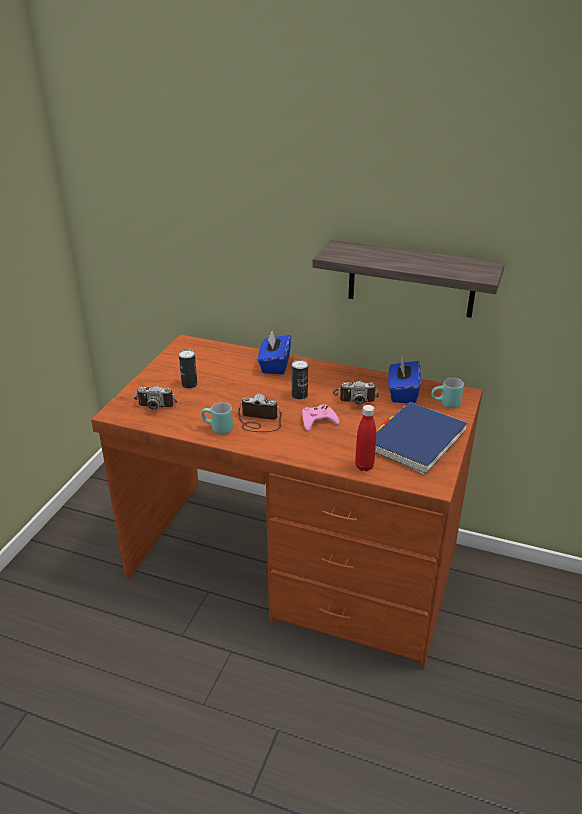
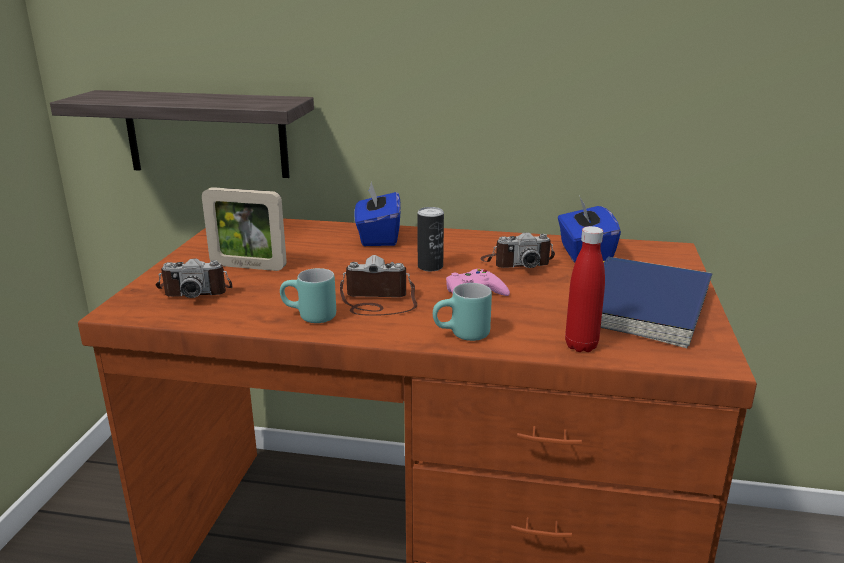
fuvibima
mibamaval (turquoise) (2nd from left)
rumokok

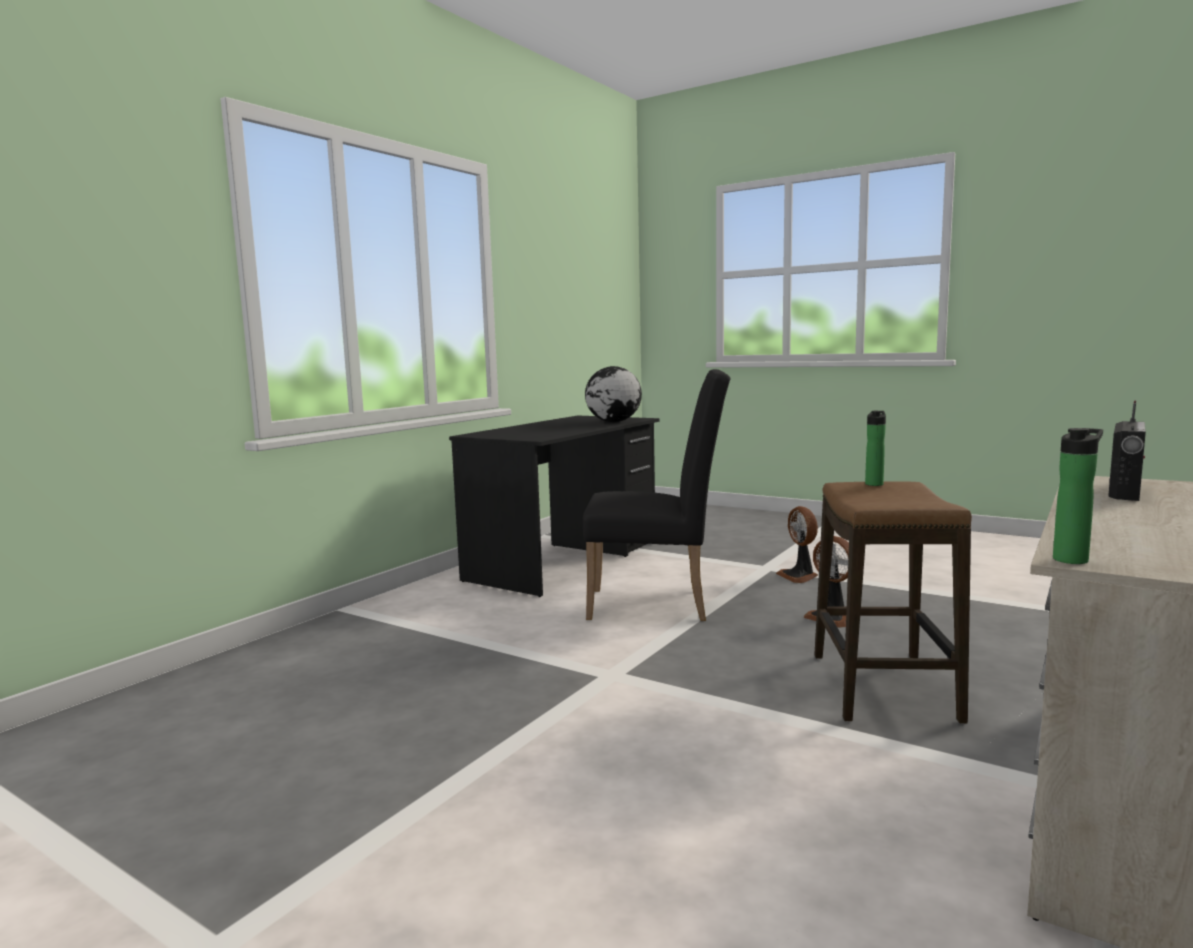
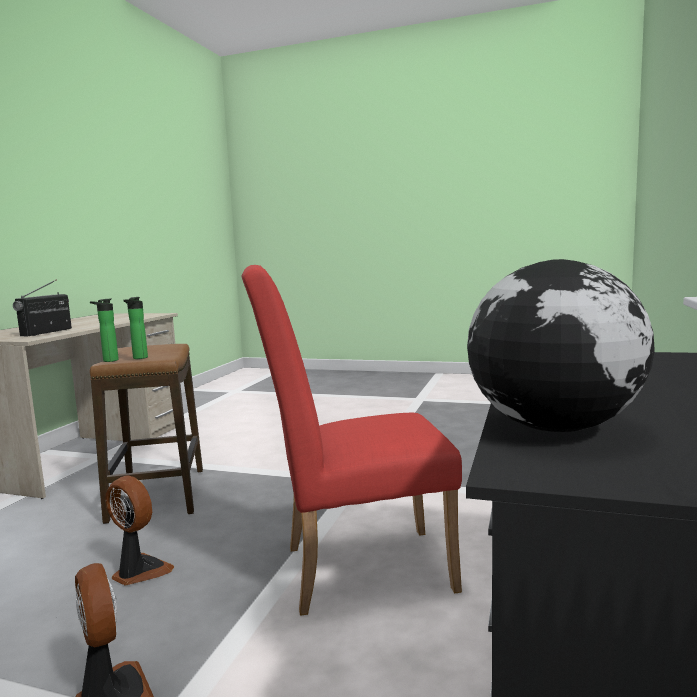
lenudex (1st from left)
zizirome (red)

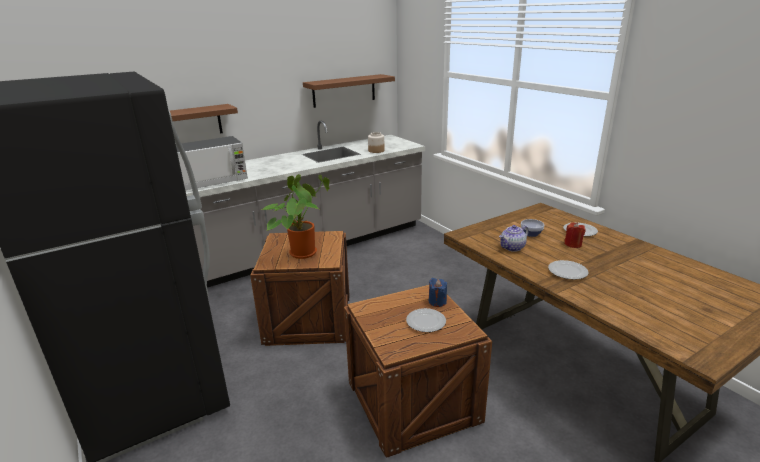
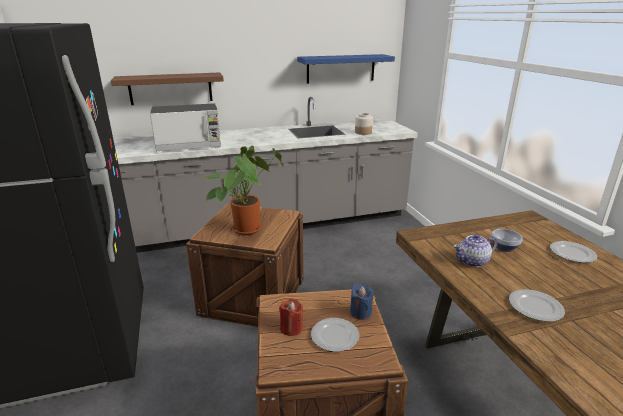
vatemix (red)
fuvibima (blue)

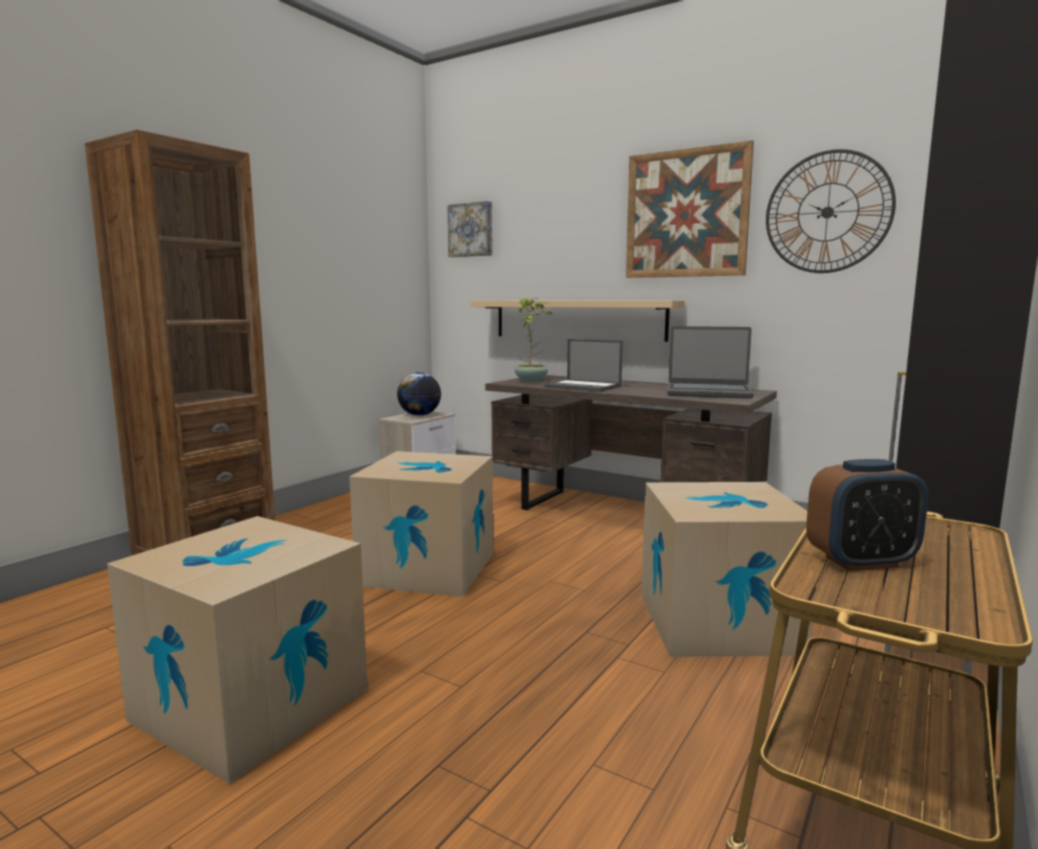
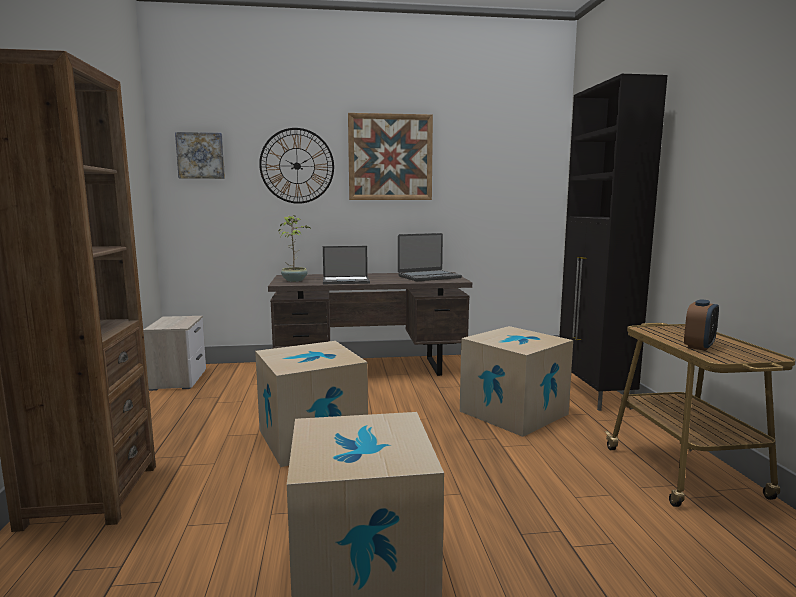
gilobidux
fuvibima (beige)
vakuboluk

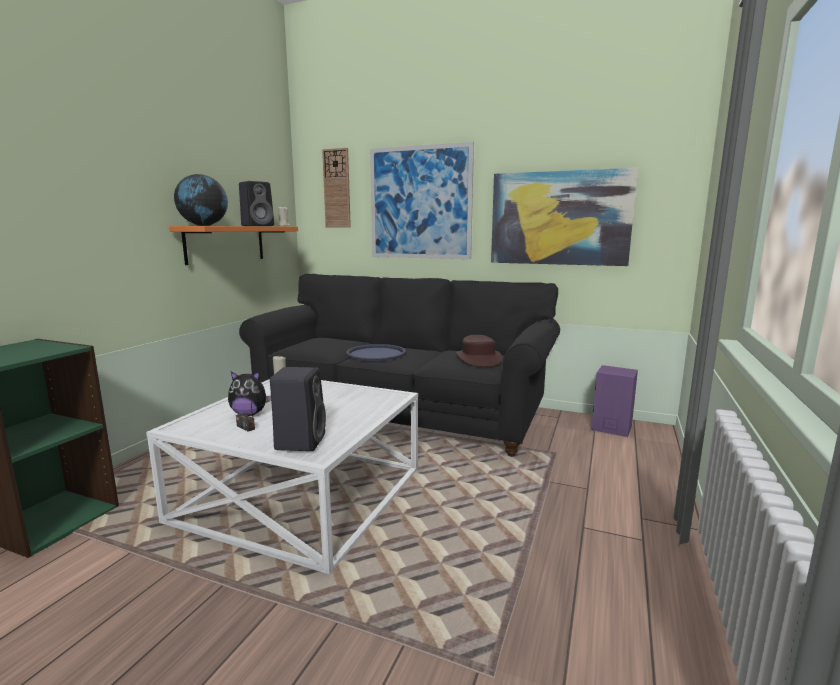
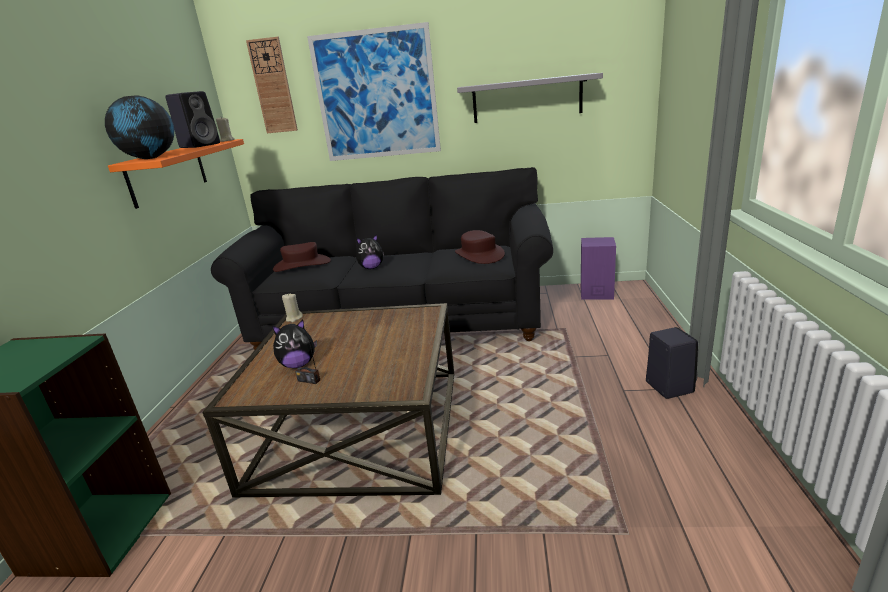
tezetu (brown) (1st from left)
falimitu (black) (2nd from left)
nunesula (2nd from left)
fuvibima (grey)
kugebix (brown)

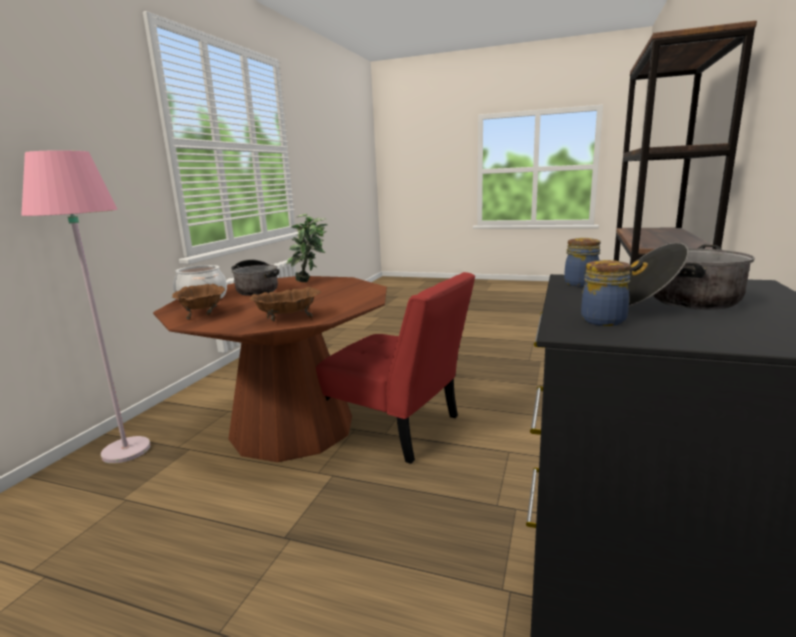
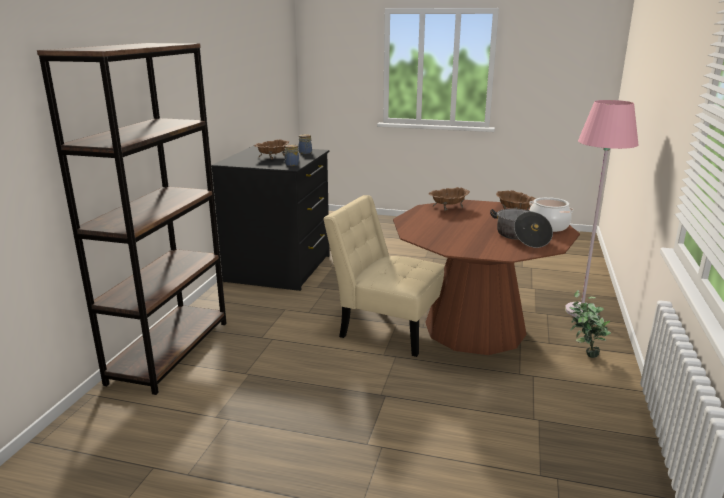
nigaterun
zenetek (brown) (1st from left)
zizirome (beige)

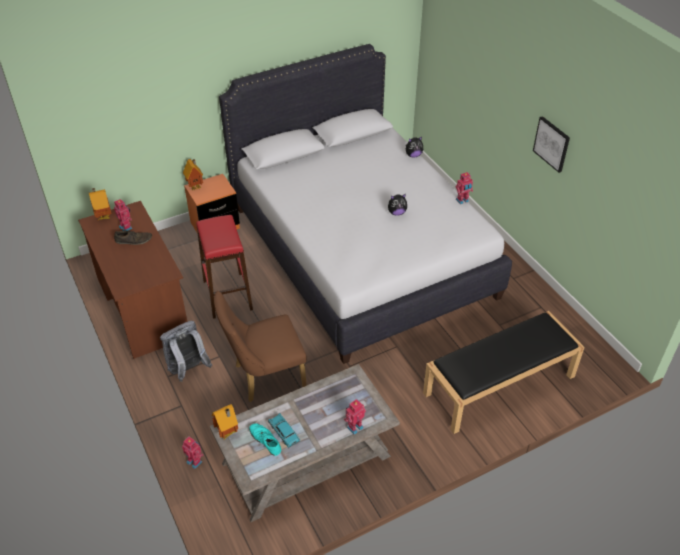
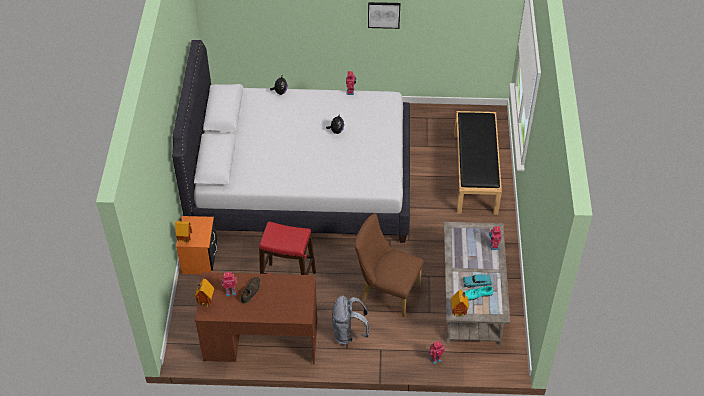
zizirome (brown)

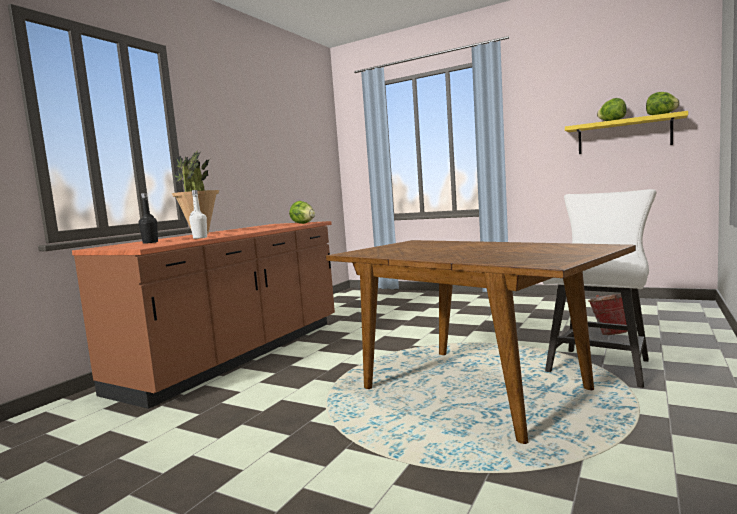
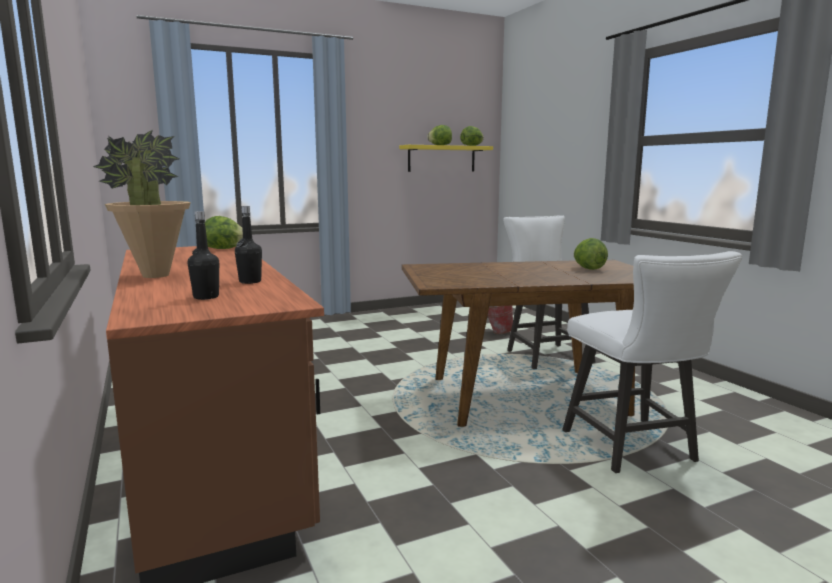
zizirome (white) (2nd from left)
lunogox (4th from left)
lenudex (black) (2nd from left)

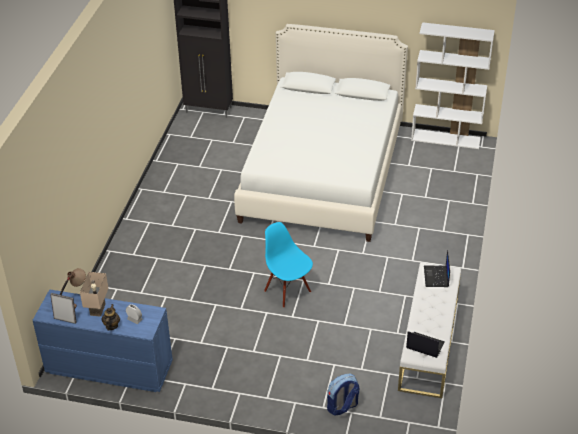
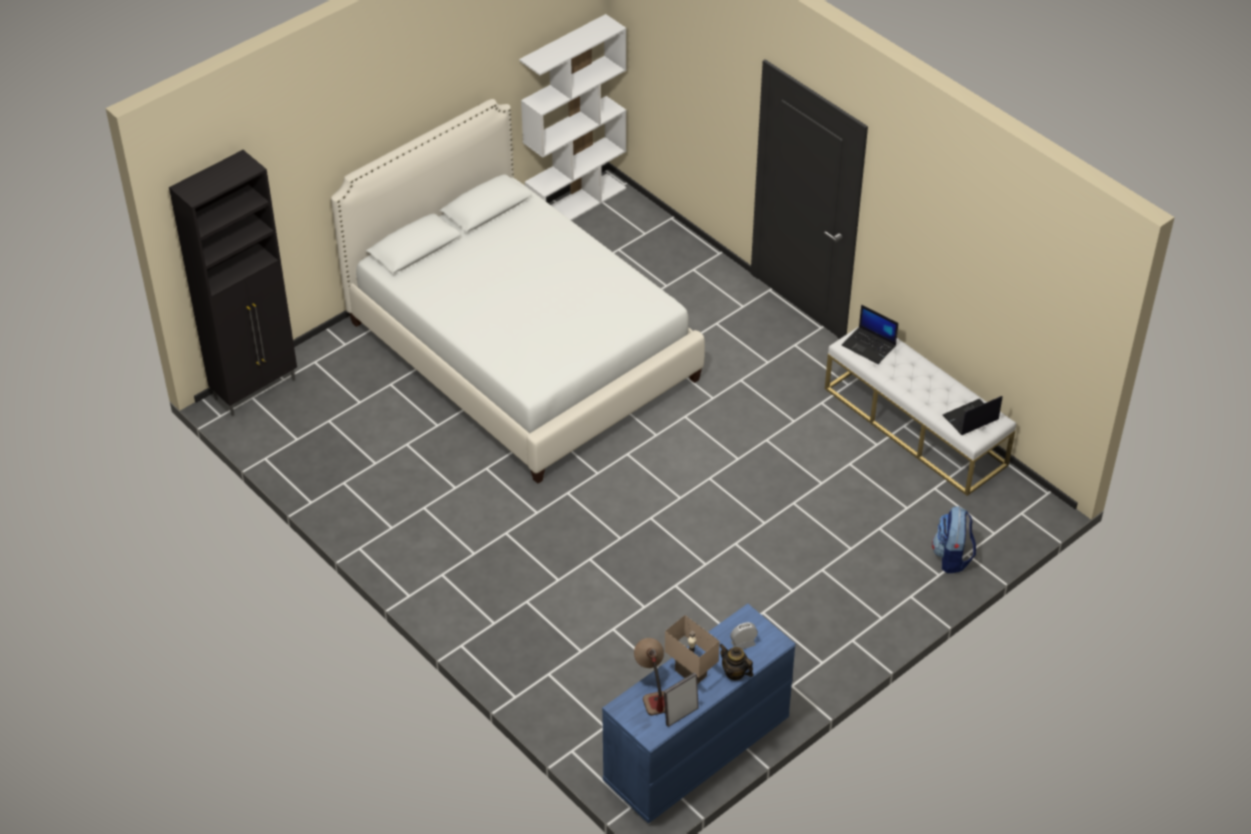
zizirome (blue)

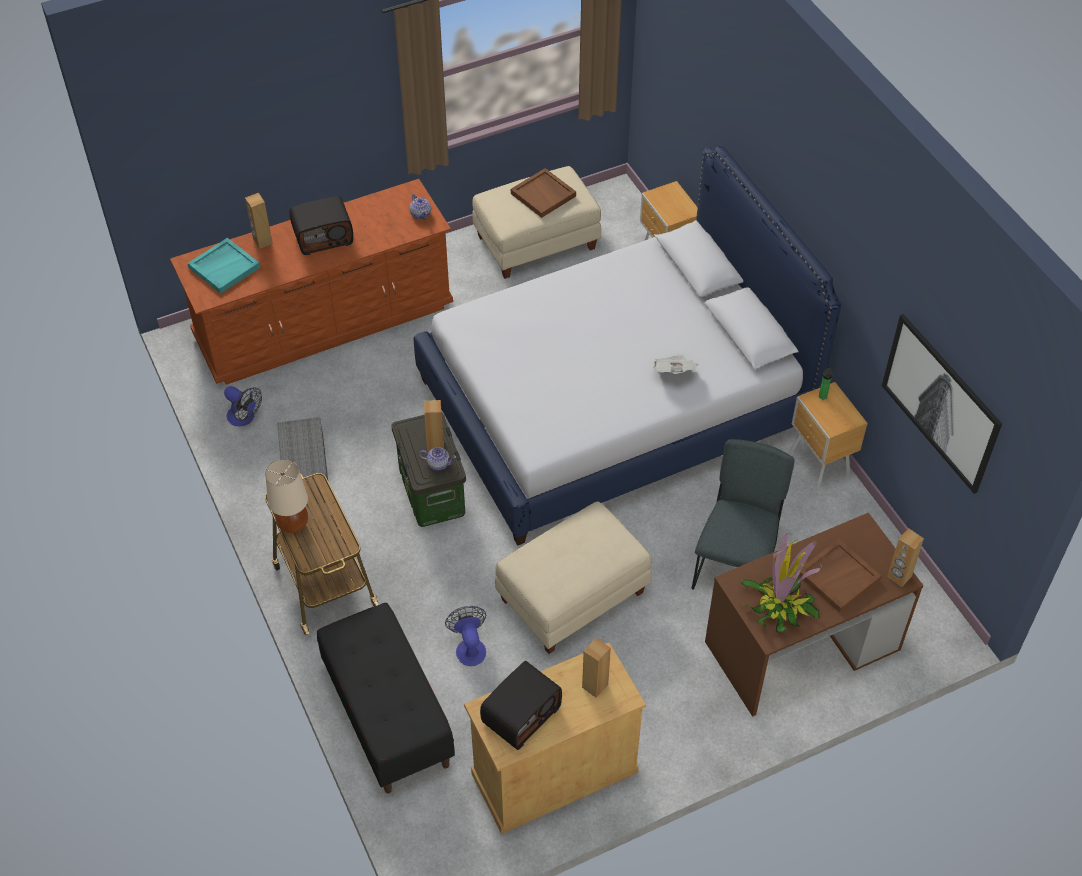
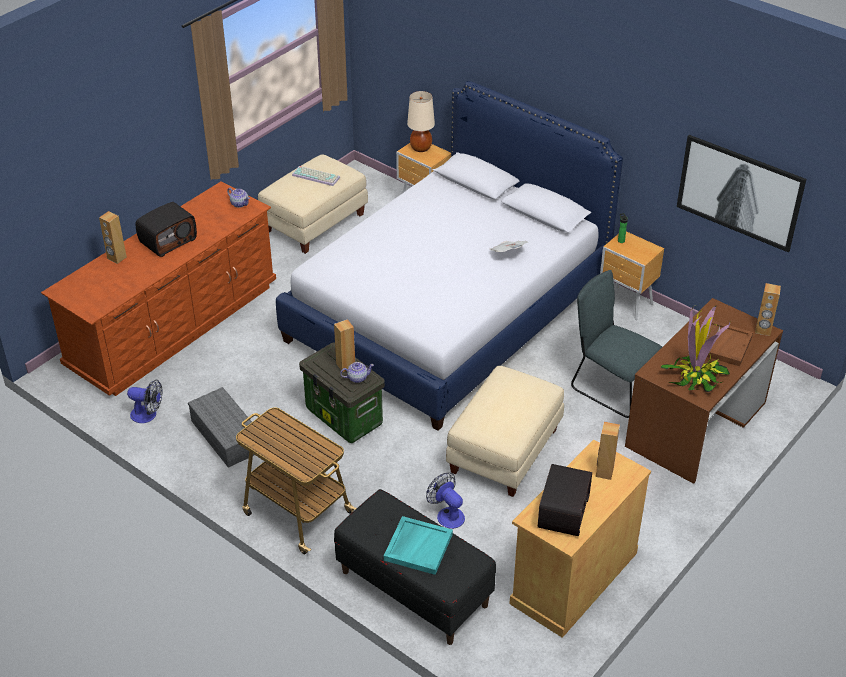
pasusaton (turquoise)
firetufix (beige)
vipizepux
zizirome (grey)

